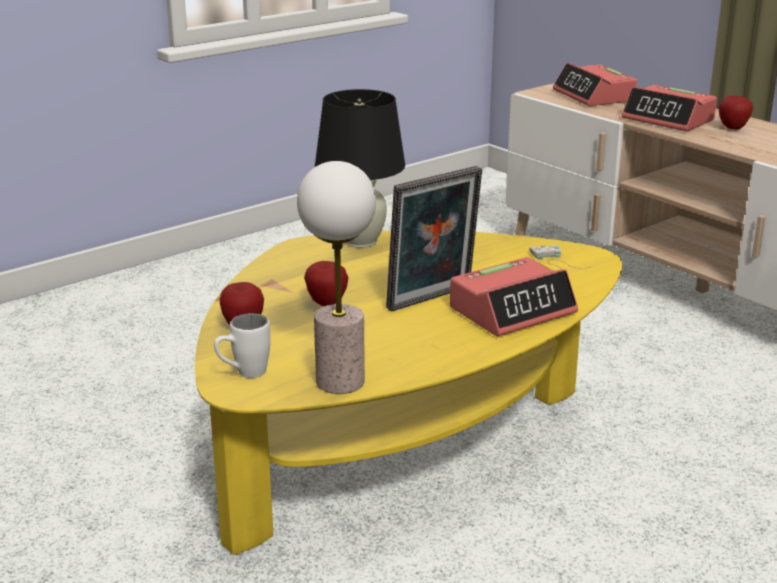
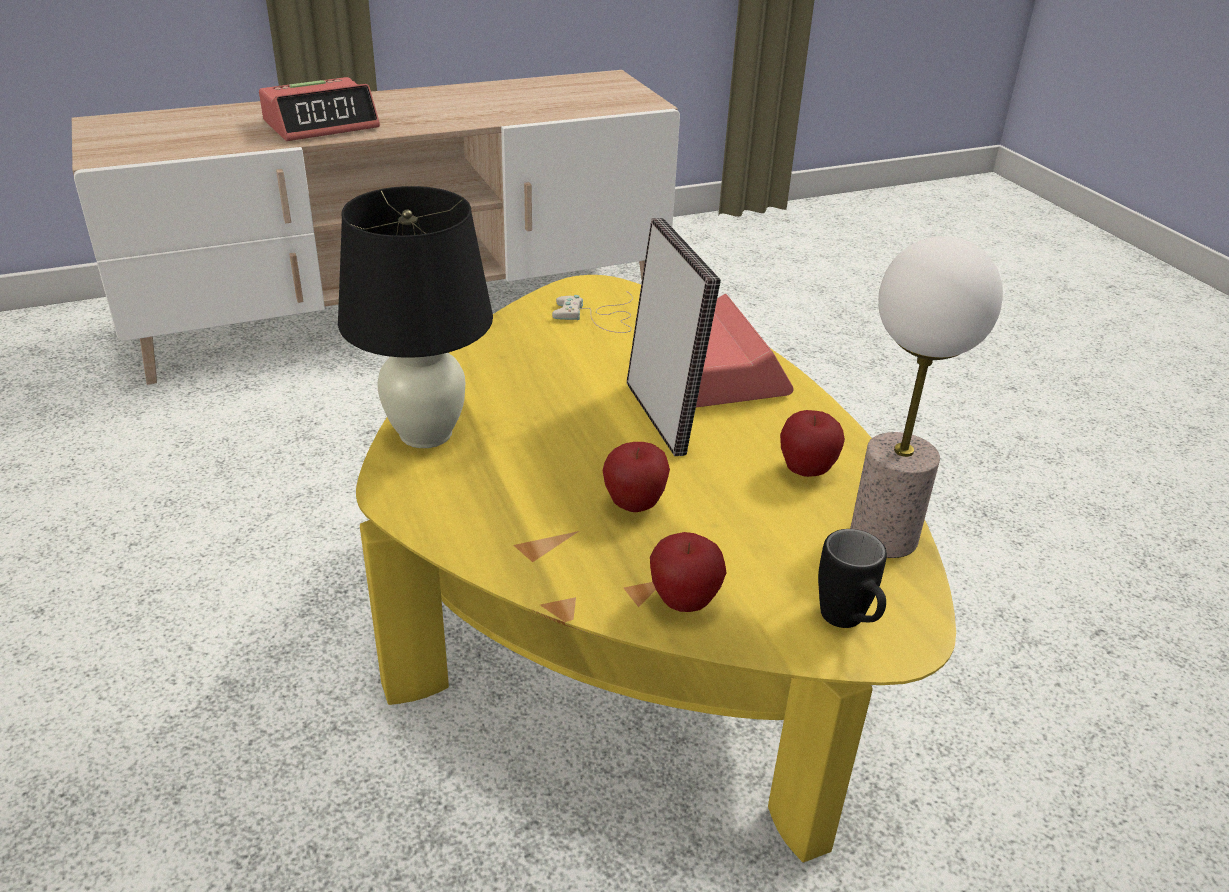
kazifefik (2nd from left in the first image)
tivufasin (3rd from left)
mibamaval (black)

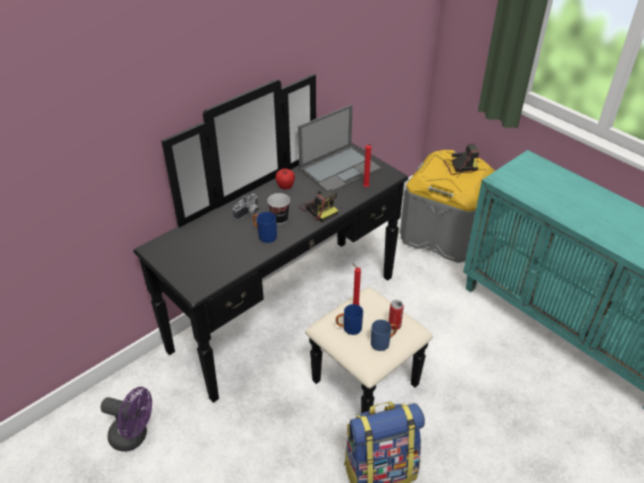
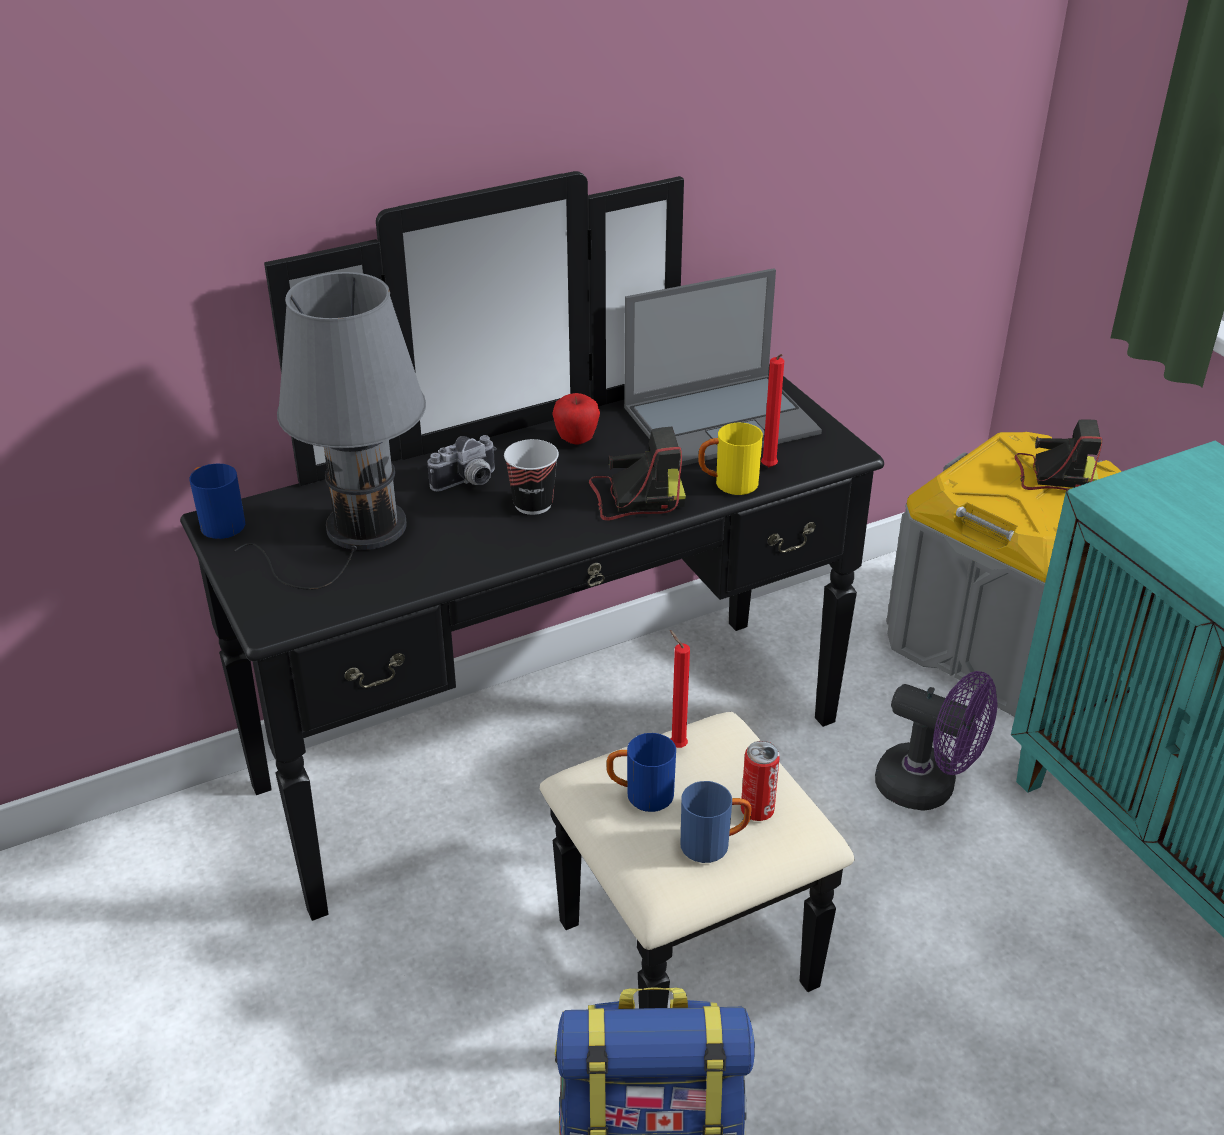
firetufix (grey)
mibamaval (yellow)
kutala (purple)
mibamaval (blue) (1st from left)
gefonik (2nd from left)

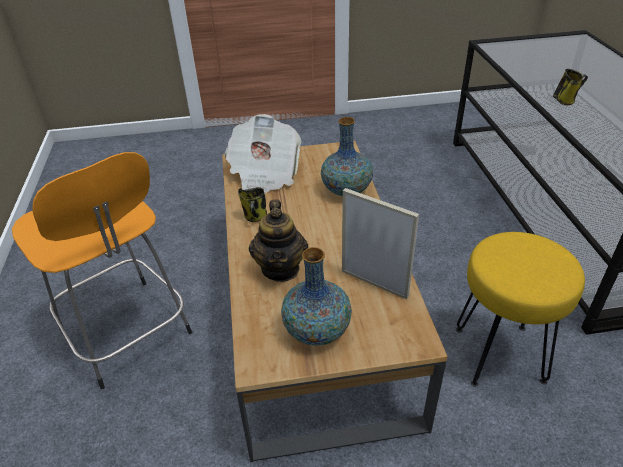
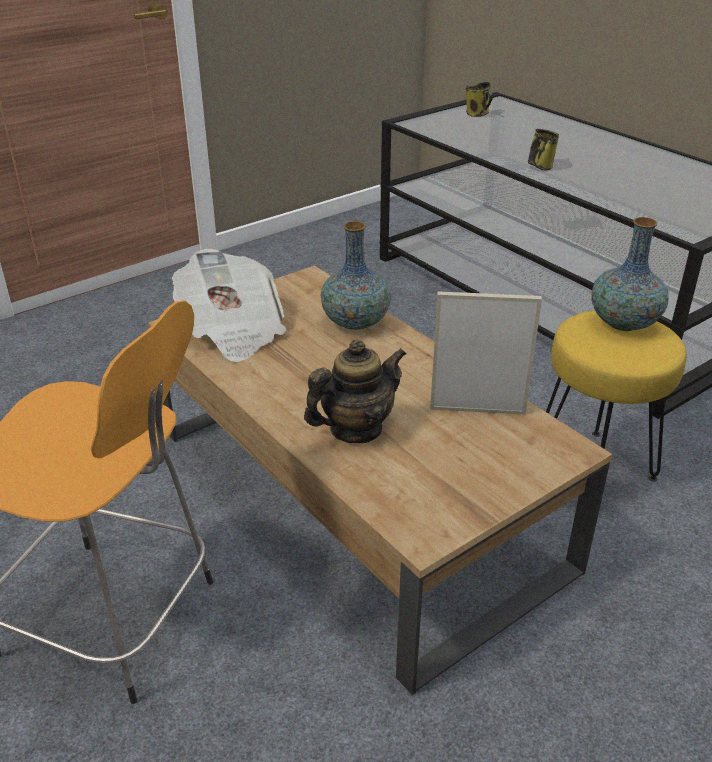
mibamaval (1st from left)
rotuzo (2nd from left)
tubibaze

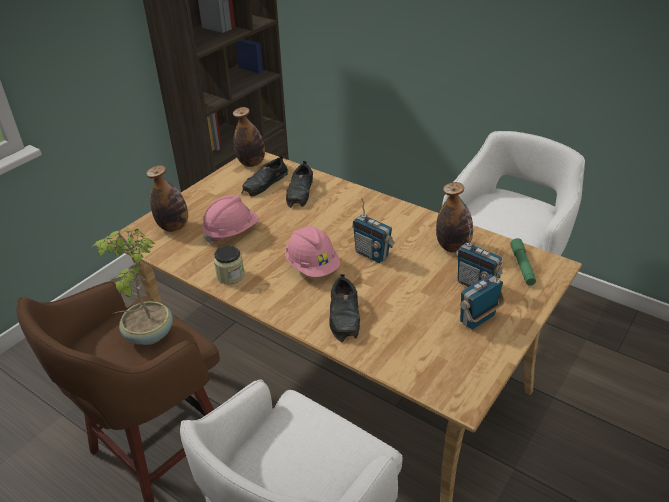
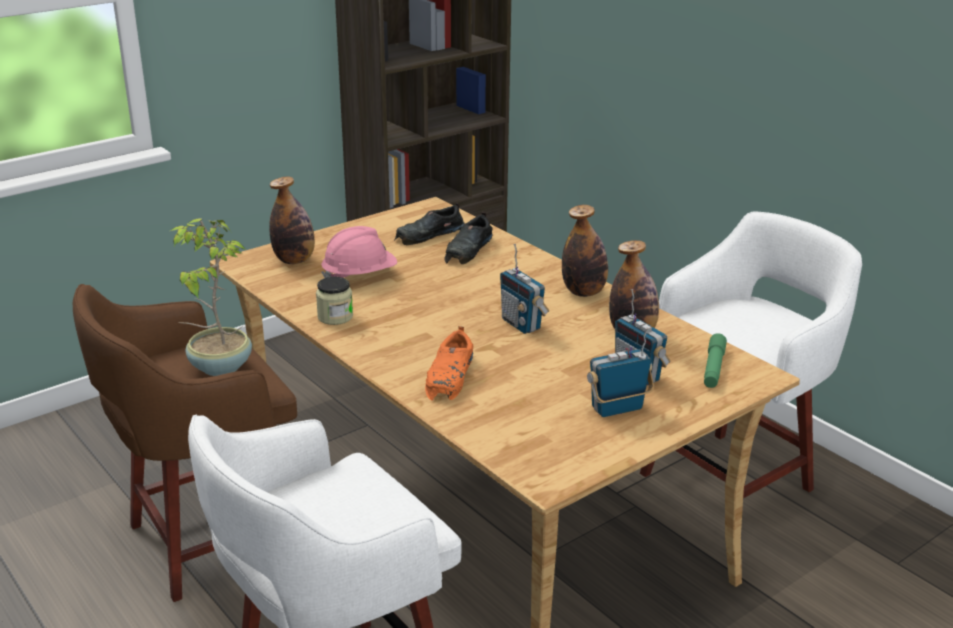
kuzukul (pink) (2nd from left in the first image)
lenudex (2nd from left)
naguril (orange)

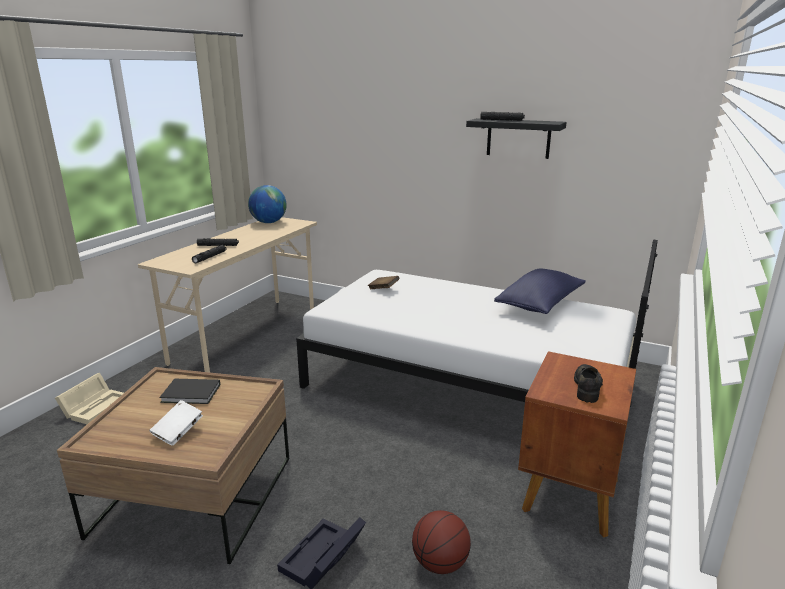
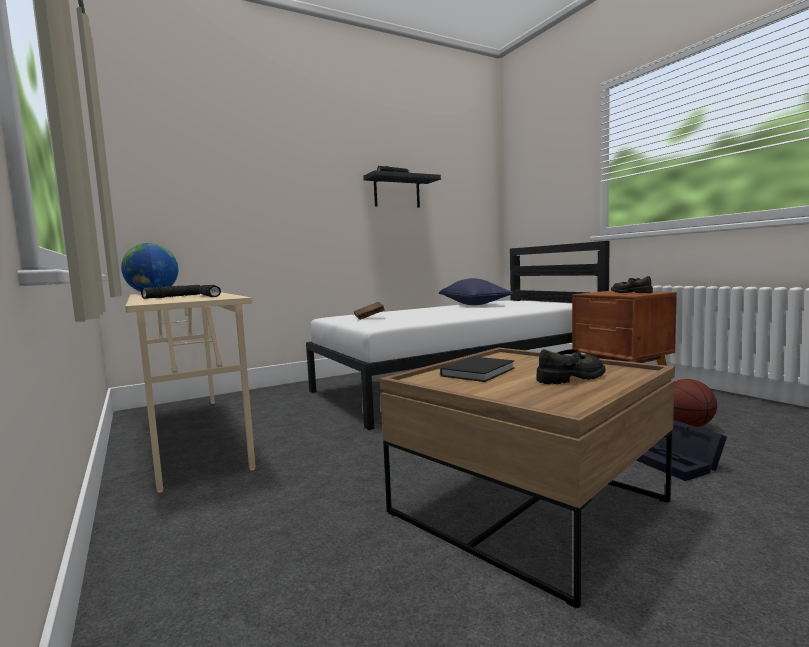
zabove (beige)
naguril (black) (1st from left)

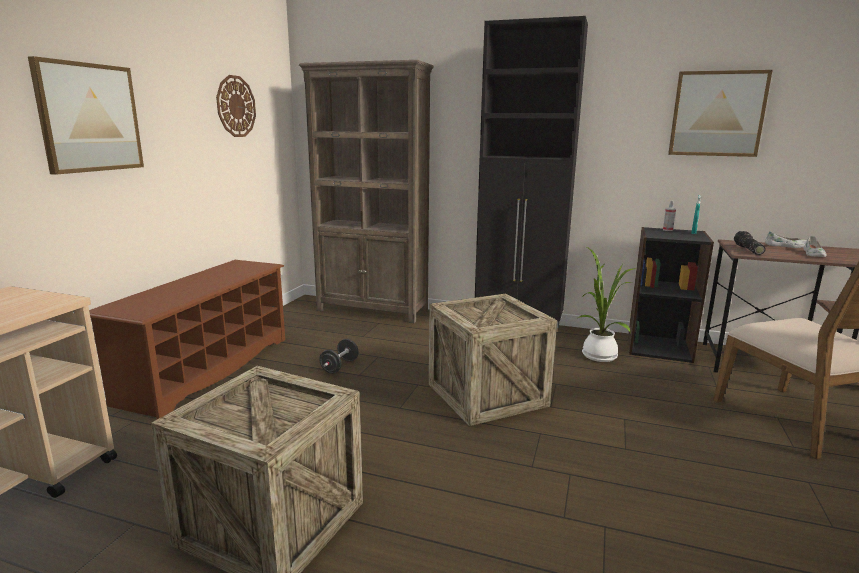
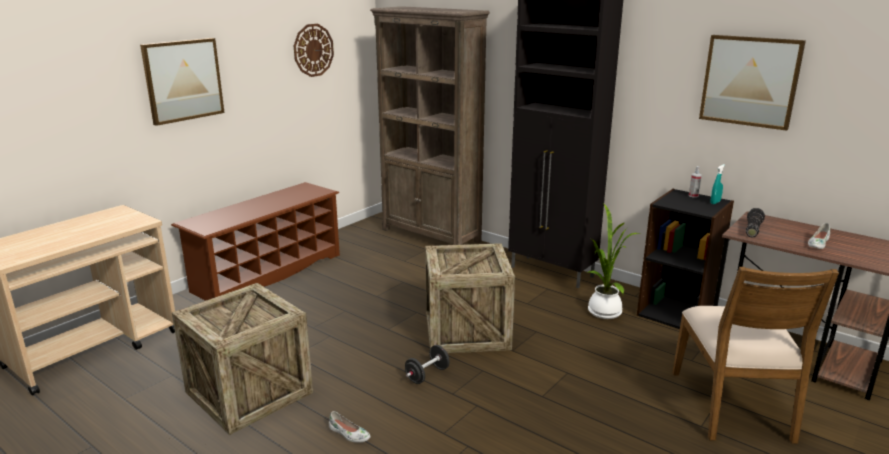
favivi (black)
naguril (white) (1st from left)

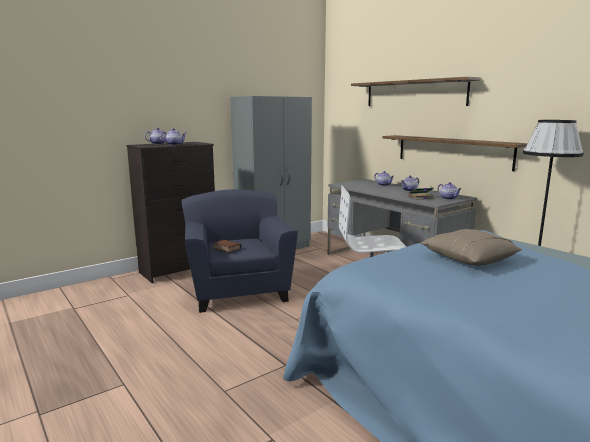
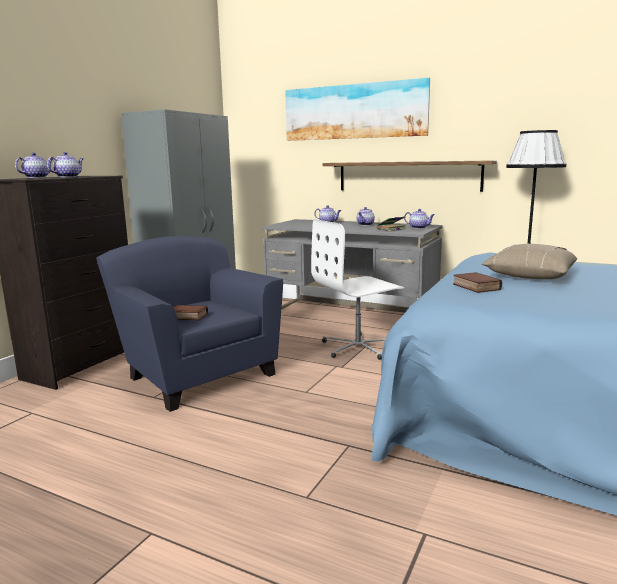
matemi (3rd from left)
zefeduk

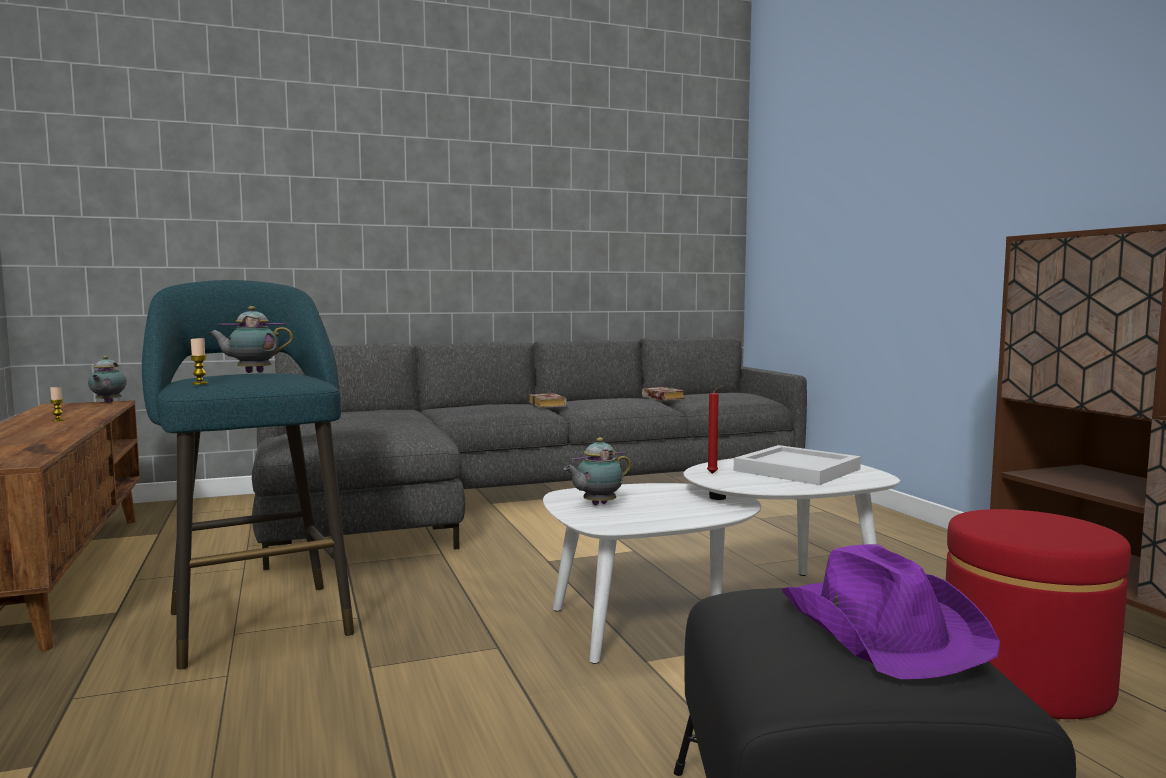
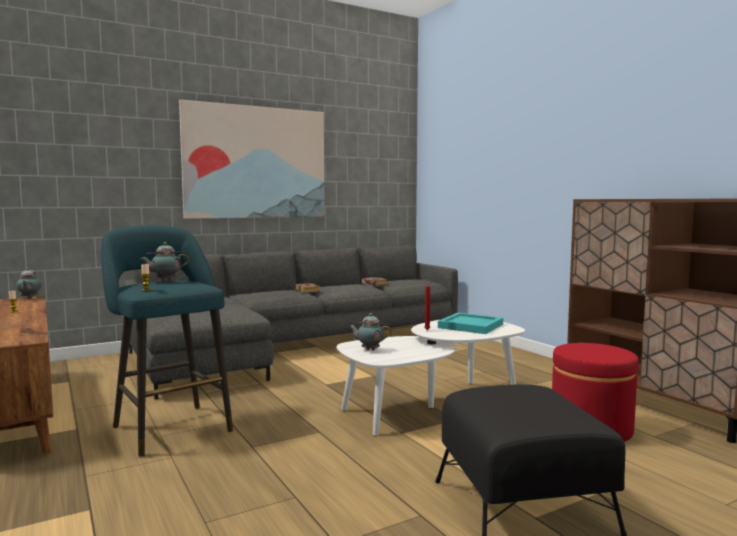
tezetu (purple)
zefeduk
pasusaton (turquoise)
tubibaze (3rd from left)

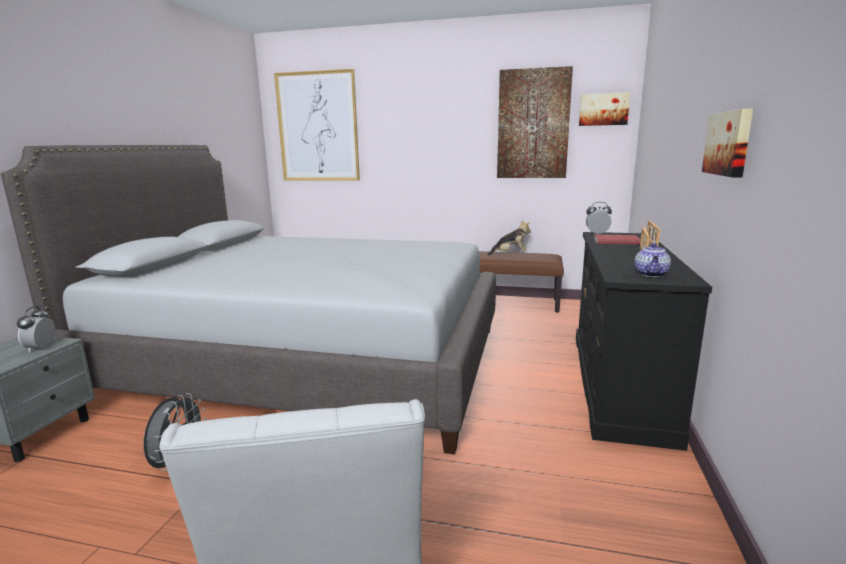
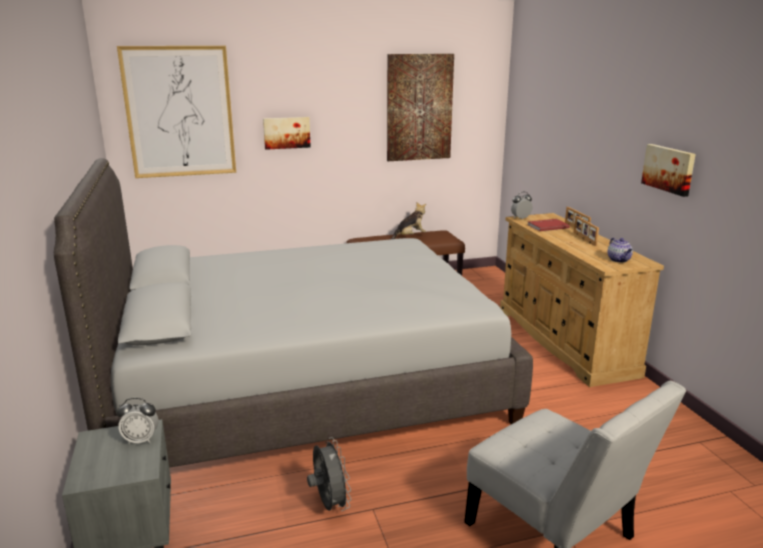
zefeduk (2nd from left)
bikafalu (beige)
kazifefik (1st from left)

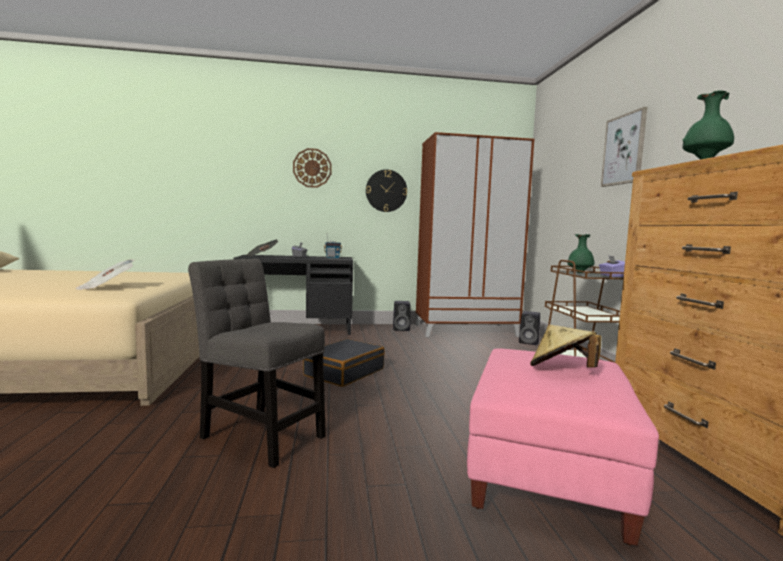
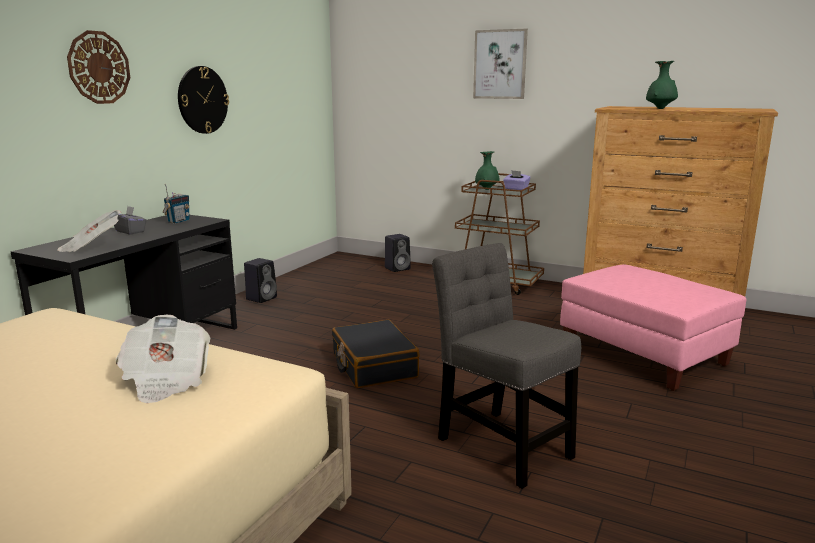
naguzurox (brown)
tezetu (beige)
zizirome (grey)

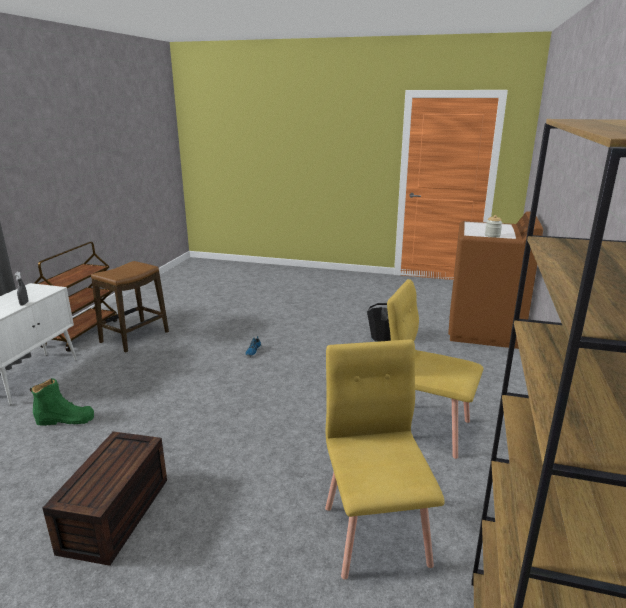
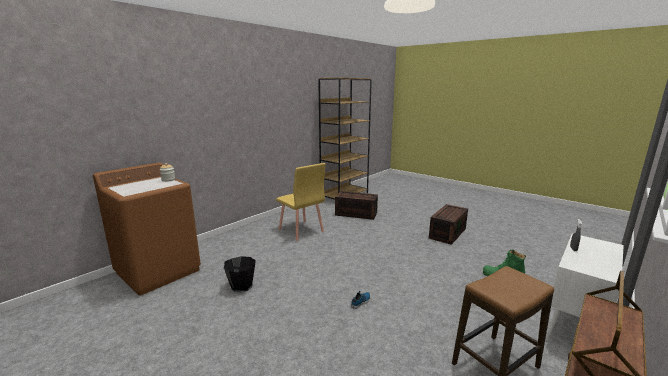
zabove (brown) (1st from left)

